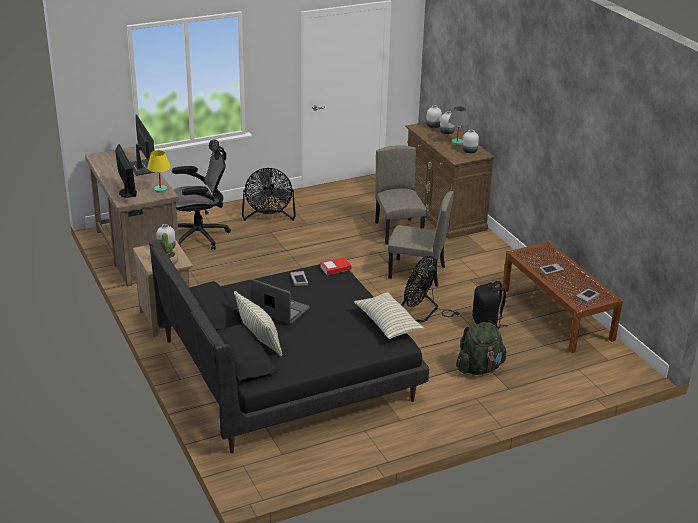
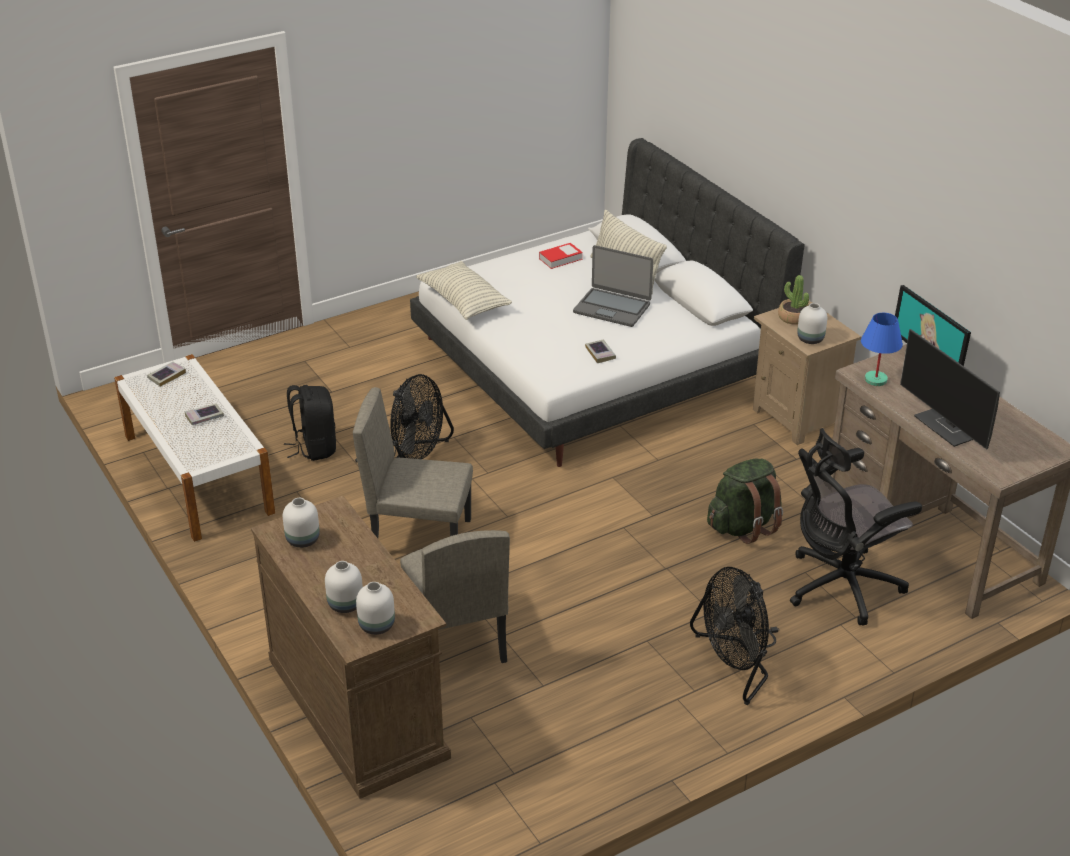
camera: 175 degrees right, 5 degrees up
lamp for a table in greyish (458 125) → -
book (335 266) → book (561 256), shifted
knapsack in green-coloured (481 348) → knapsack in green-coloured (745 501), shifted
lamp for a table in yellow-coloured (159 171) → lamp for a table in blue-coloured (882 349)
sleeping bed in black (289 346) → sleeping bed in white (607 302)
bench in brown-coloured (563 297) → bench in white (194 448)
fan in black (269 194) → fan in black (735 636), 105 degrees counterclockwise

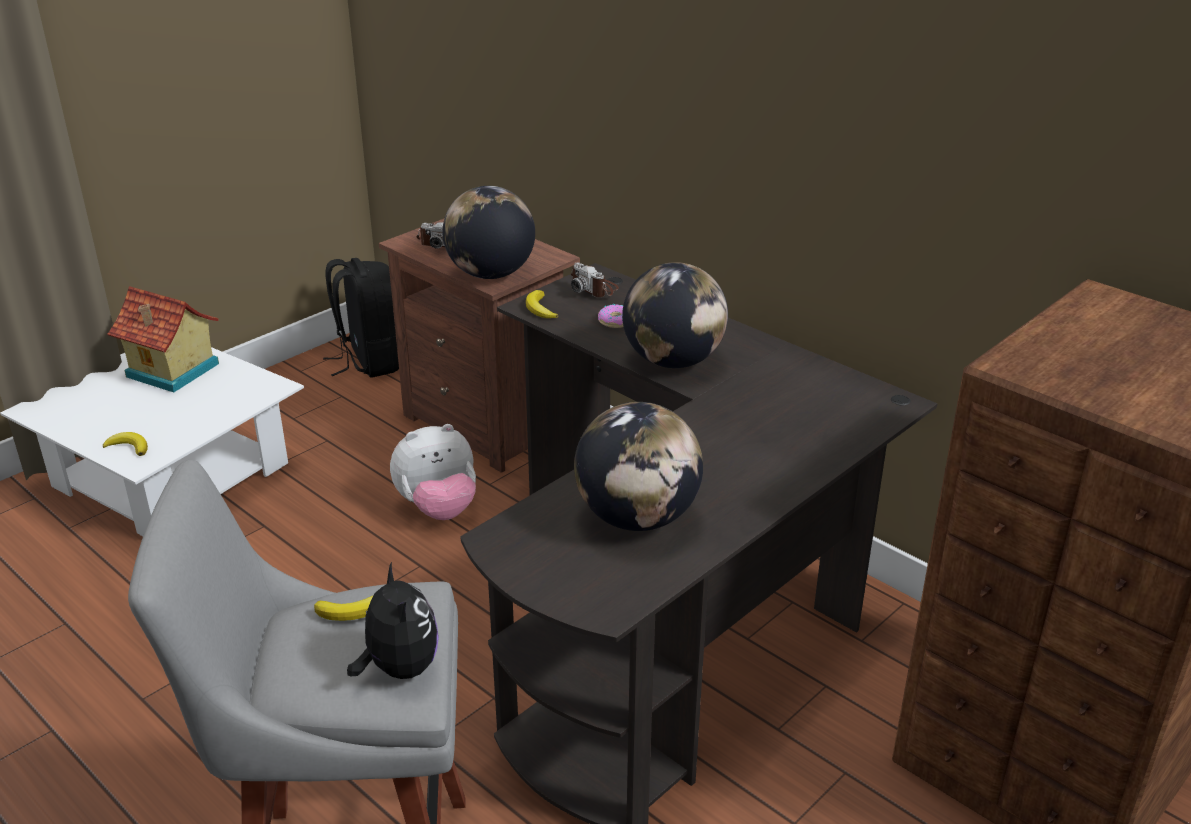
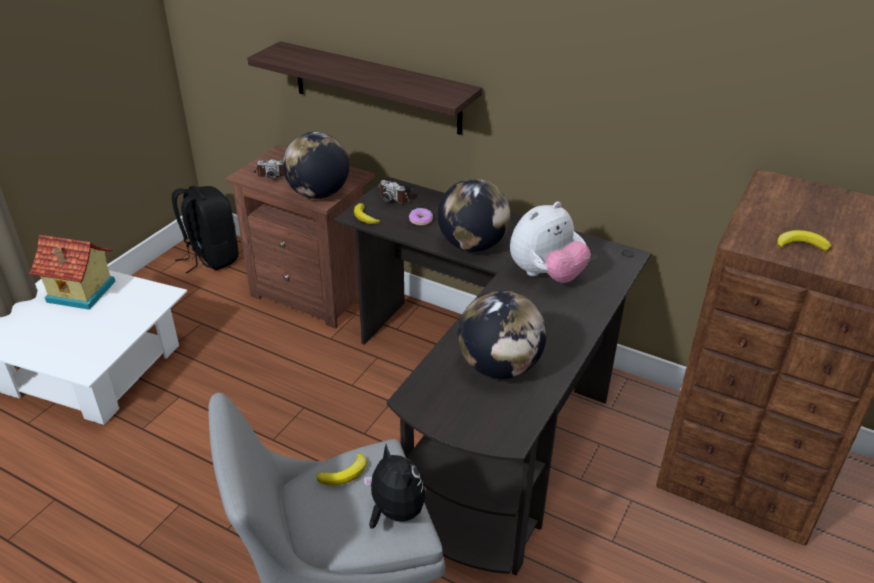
camera: 15 degrees left, 5 degrees up
- → shelf (364 88)
banana fruit (125 444) → banana fruit (804 240), shifted
cuddly toy (433 472) → cuddly toy (550 242), shifted

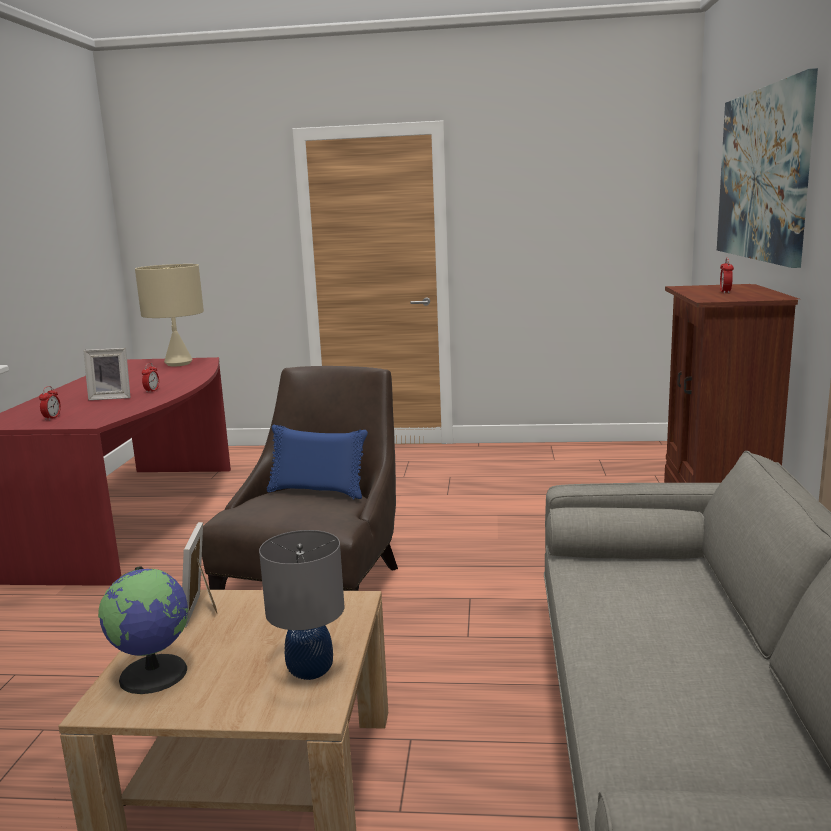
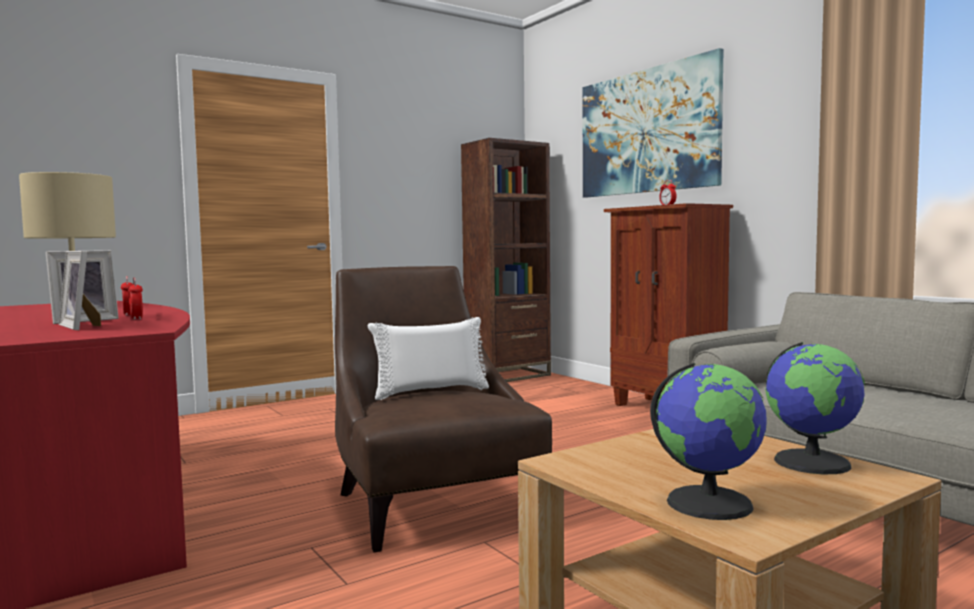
camera: 40 degrees left, 10 degrees down
- → bookcase in brown-coloured (506 260)
alarm clock (50 403) → alarm clock (135 299), shifted
picture frame (199 574) → picture frame (80 290), shifted
lamp for a table in greyish (301 605) → desk globe (815 408)
pillow in blue-coloured (317 462) → pillow in white (428 358)

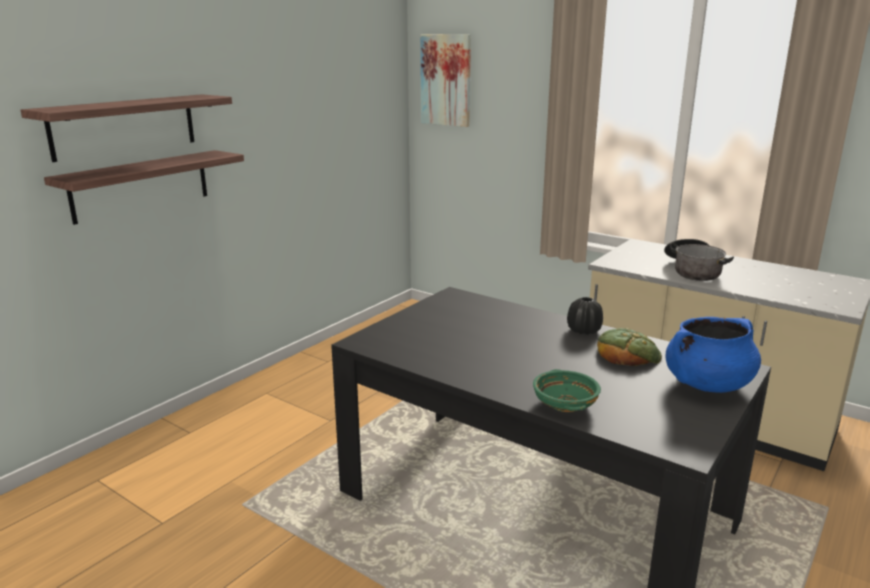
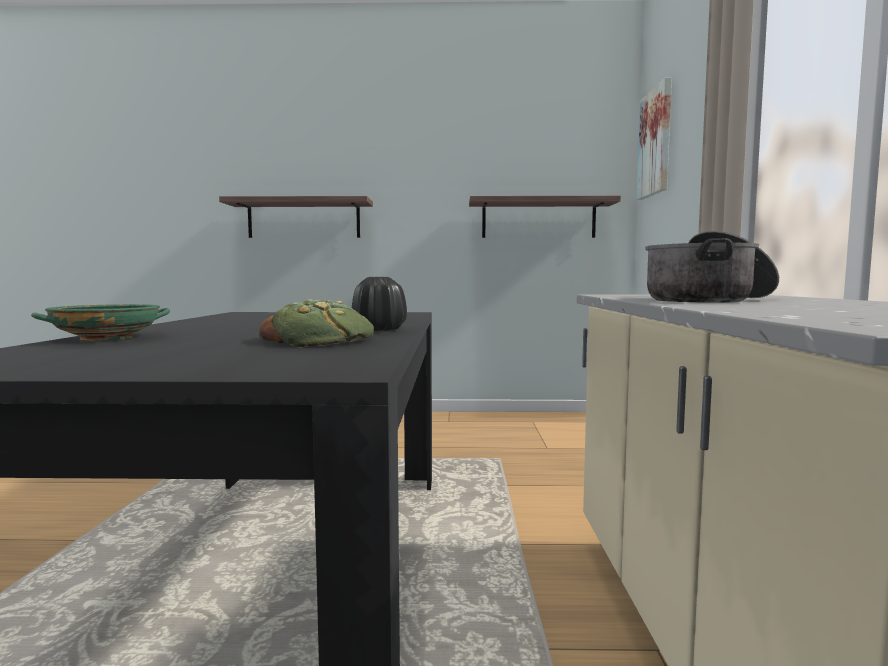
camera: 55 degrees right, 15 degrees down
saucepot in blue-coloured (713 355) → -
shelf (126 128) → shelf (545 217), shifted

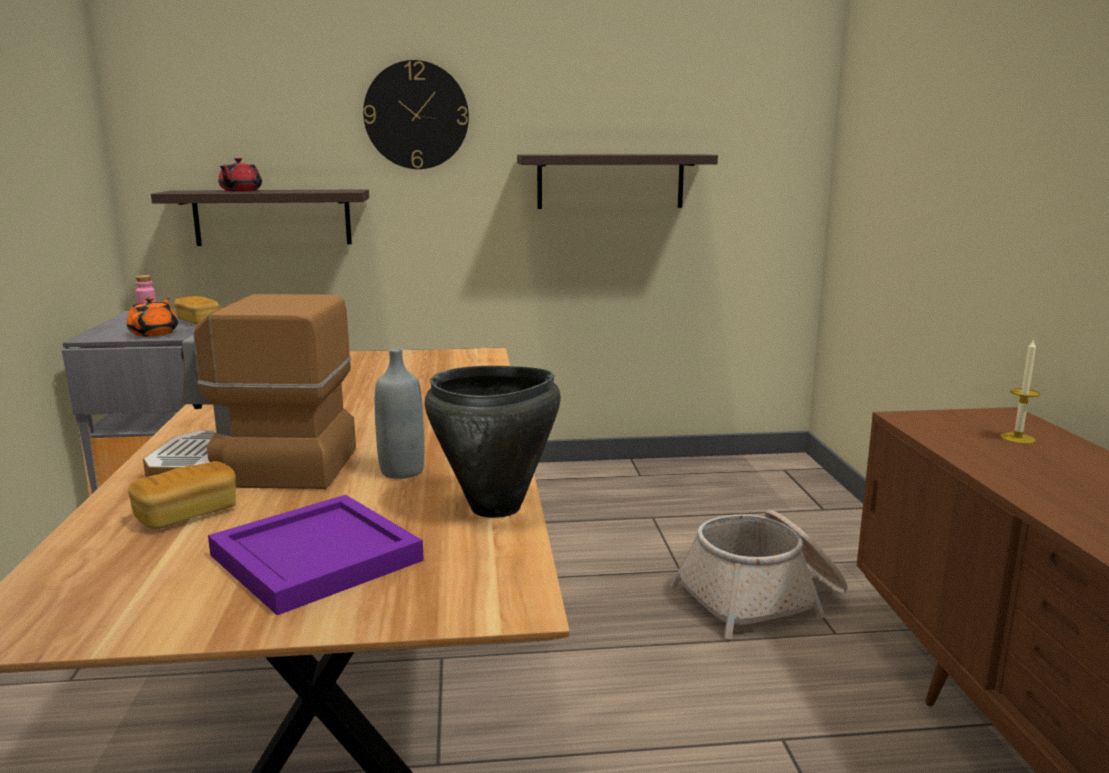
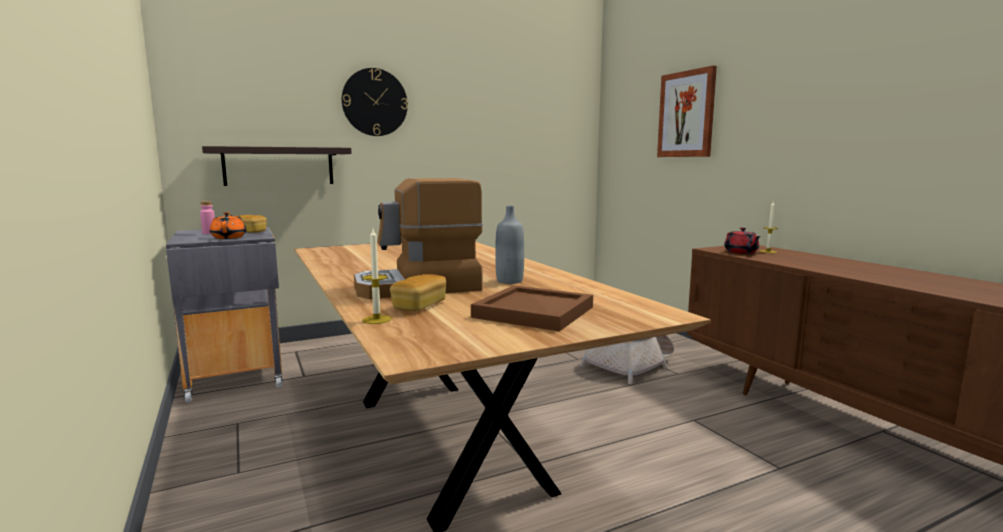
camera: 20 degrees left, 5 degrees down
saucepot in black (493 442) → -
shelf (617 181) → -
- → candle (377 276)
- → wall art (687 111)
teapot in reddish (240 175) → teapot in reddish (742 240), shifted
tray in purplish (316 555) → tray in brown-coloured (532 308)

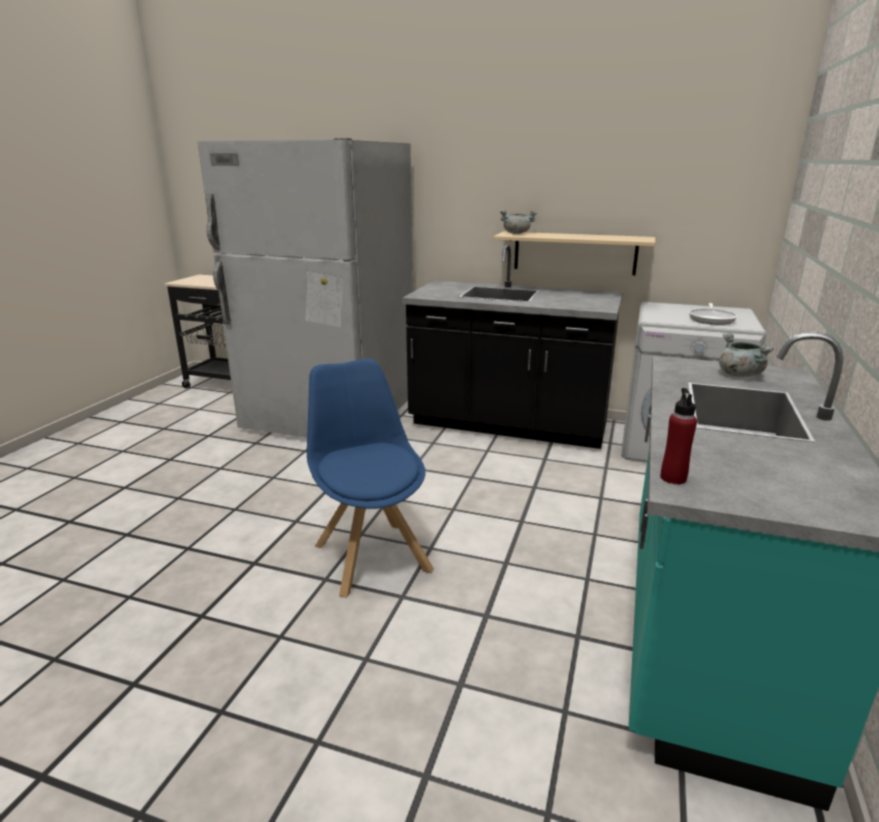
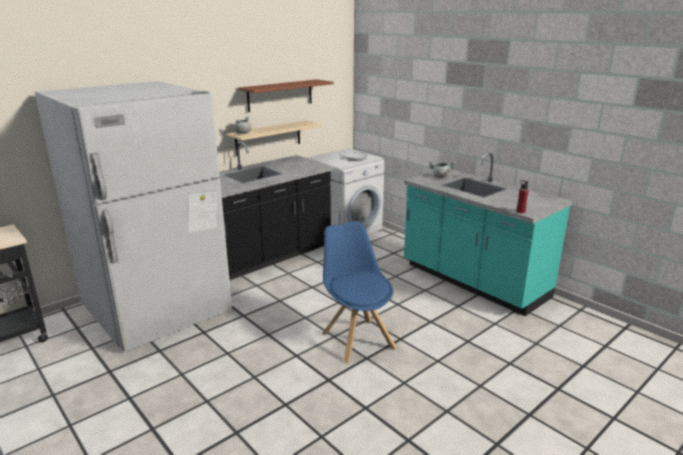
camera: 60 degrees left, 0 degrees up
- → shelf in brown-coloured (286 95)
chair in blue-coloured (370 478) → chair in blue-coloured (359 292), 60 degrees clockwise

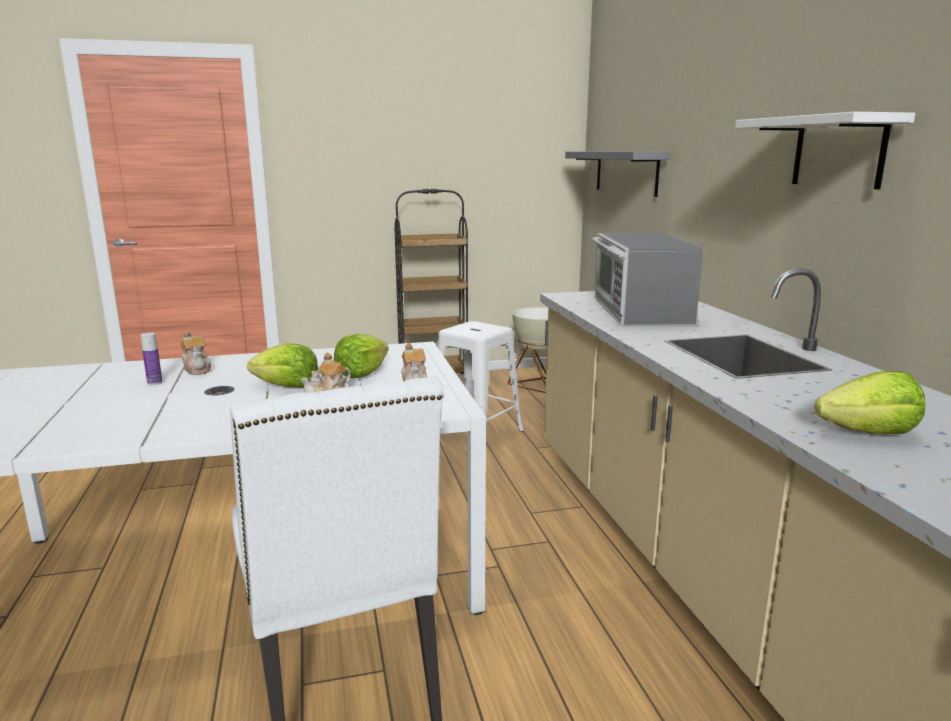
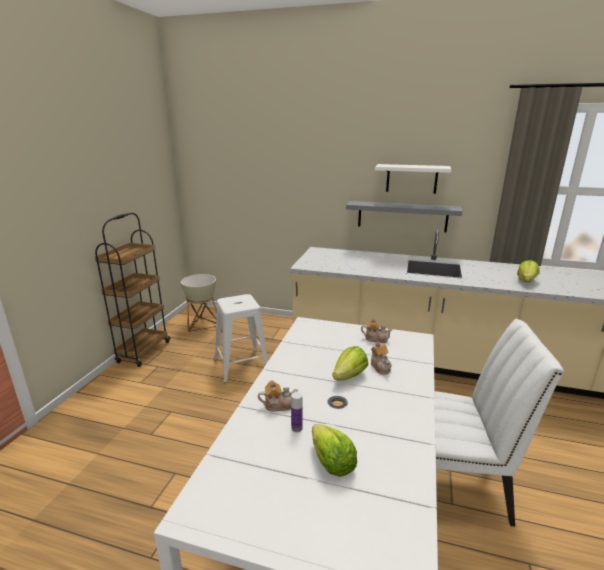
camera: 60 degrees left, 5 degrees up
kitchen microwave (647 279) → -
lettuce (361 356) → lettuce (334 450), shifted
shelf in greyish (617 174) → shelf in greyish (404 216), shifted

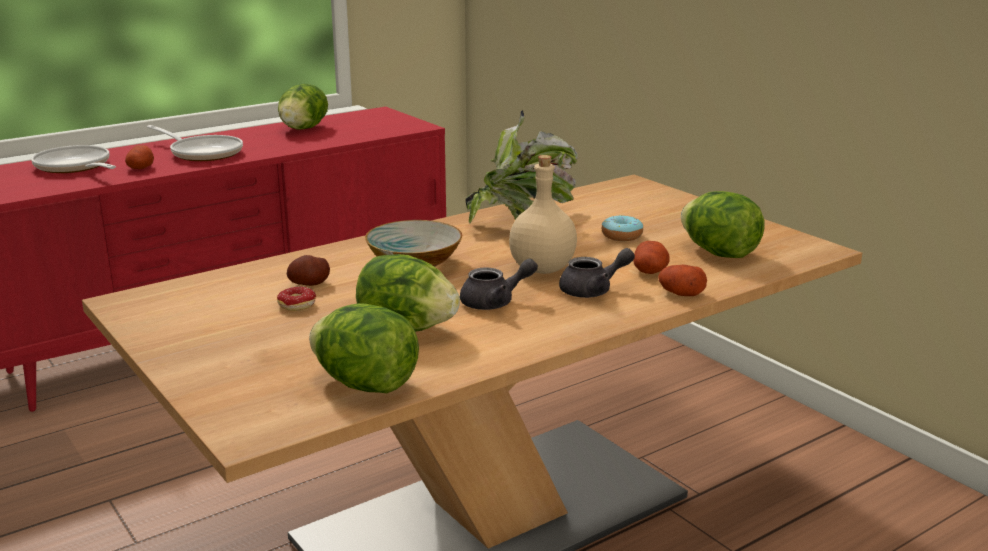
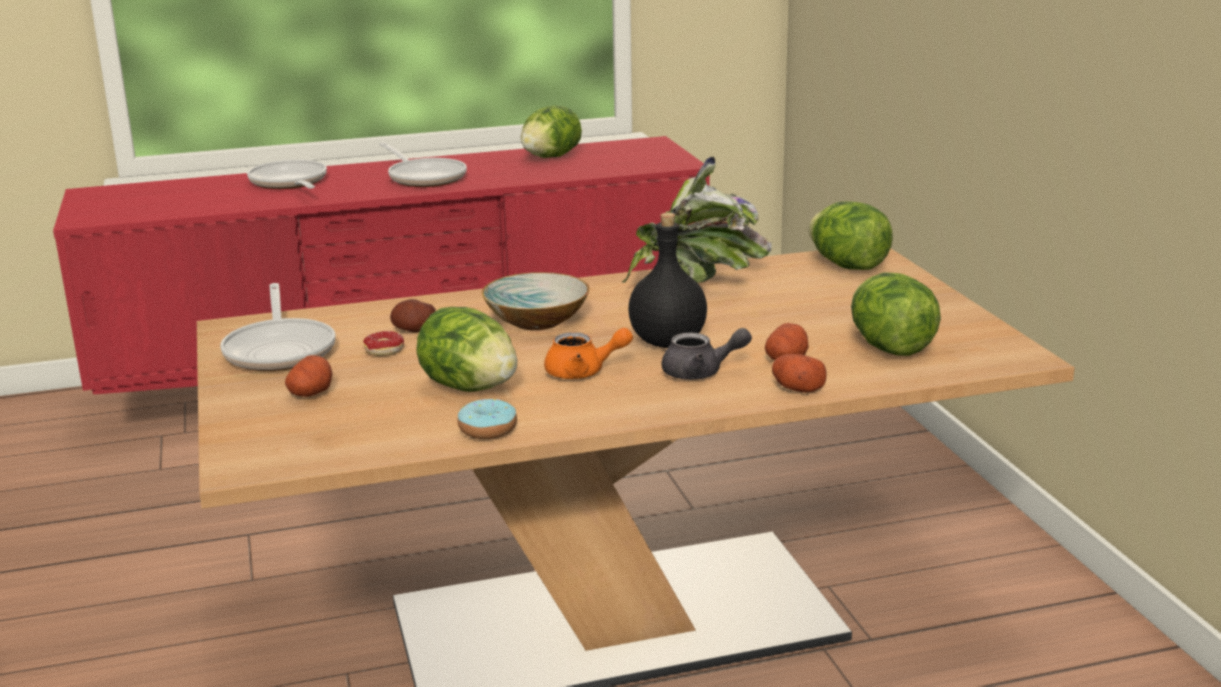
camera: 20 degrees right, 0 degrees up
- → skillet (278 327)
whole potato (139 157) → whole potato (309 376), shifted
lettuce (364 348) → lettuce (851 236), shifted
doughnut (622 228) → doughnut (487 419), shifted
teapot in greyish (499 284) → teapot in orangey (588 353)
bottle in sand-coloured (543 214) → bottle in black (667 280)

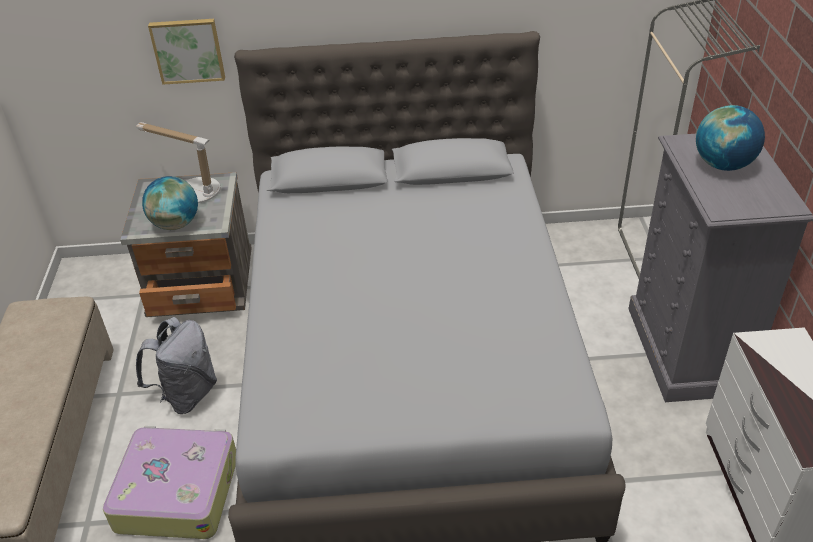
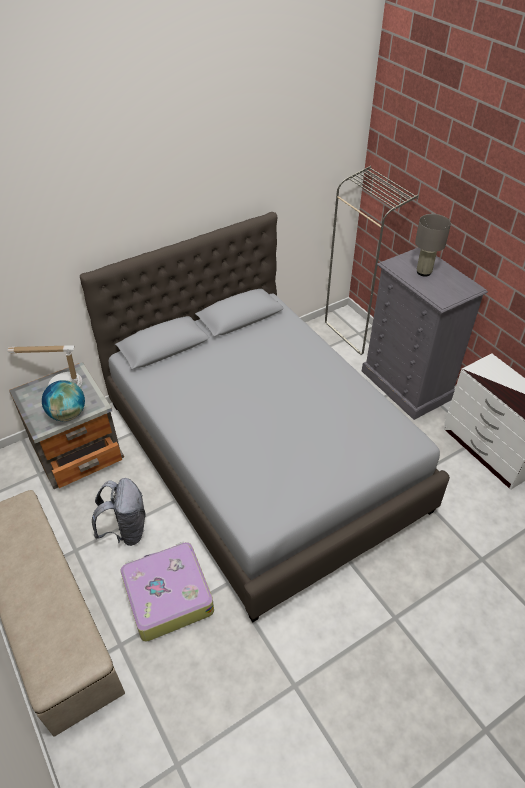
camera: 30 degrees left, 5 degrees up
wall art (186 52) → -
desk globe (730 138) → lamp for a table in greyish (433 245)

